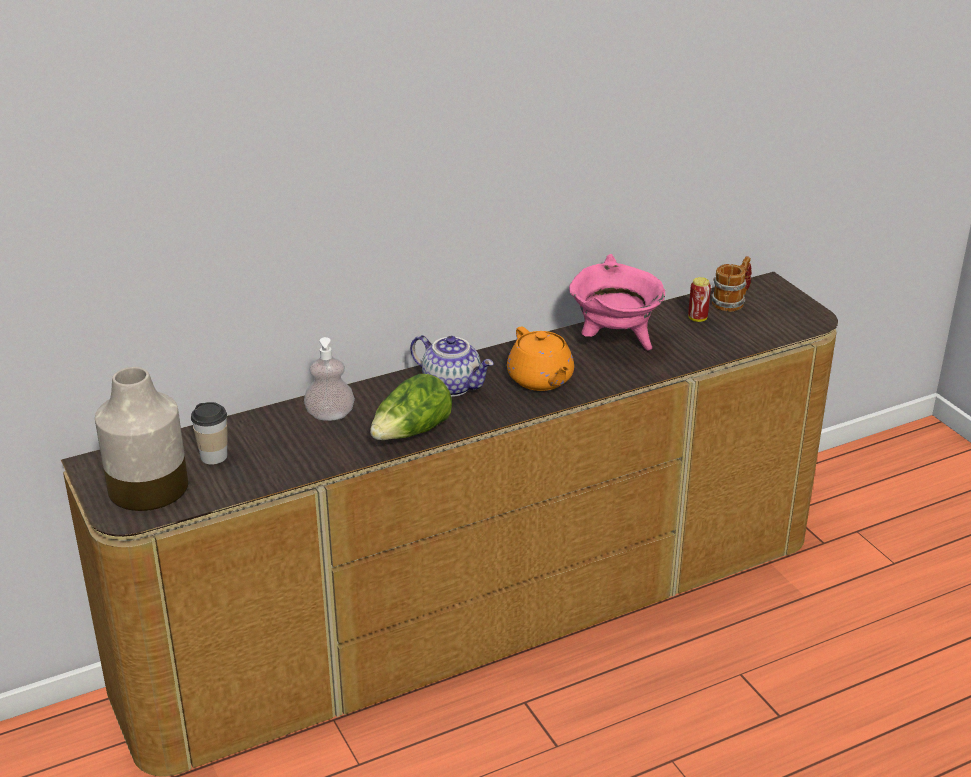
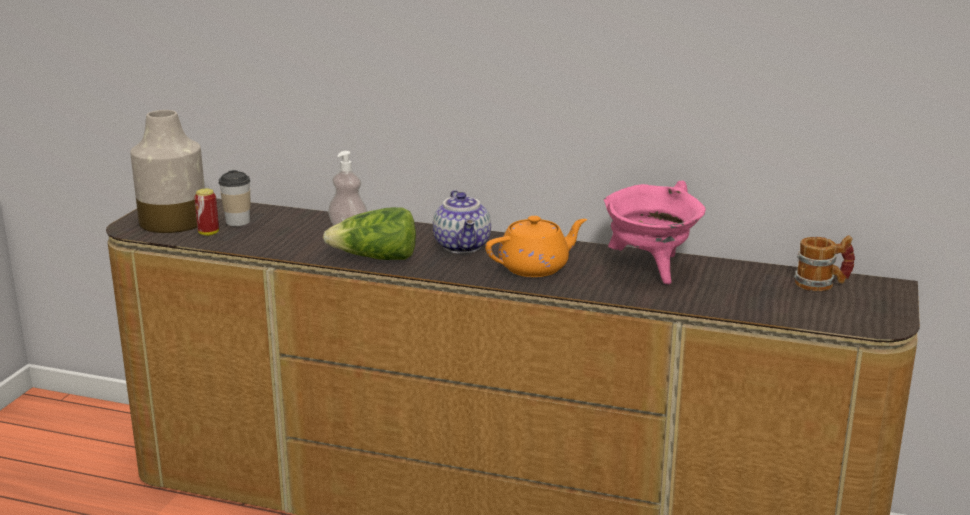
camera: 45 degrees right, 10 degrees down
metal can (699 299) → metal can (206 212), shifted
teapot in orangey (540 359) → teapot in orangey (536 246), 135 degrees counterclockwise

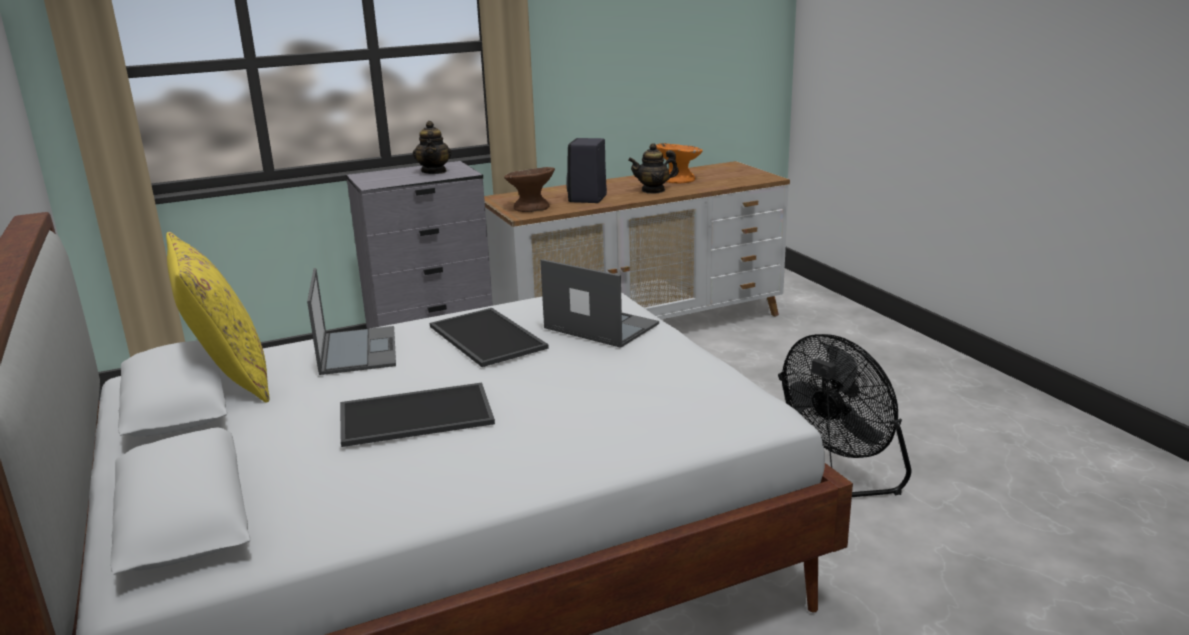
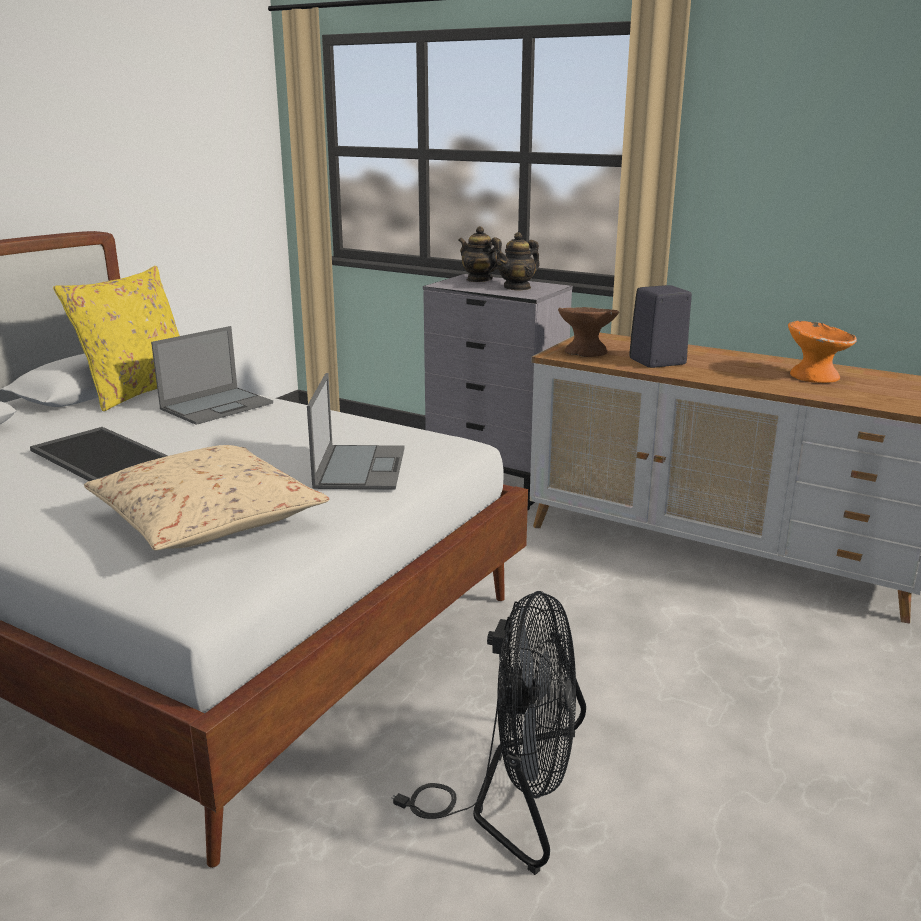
camera: 55 degrees right, 0 degrees up
tray (489 337) → -
- → pillow in sand-coloured (207 498)
teapot (653 168) → teapot (480 254), shifted

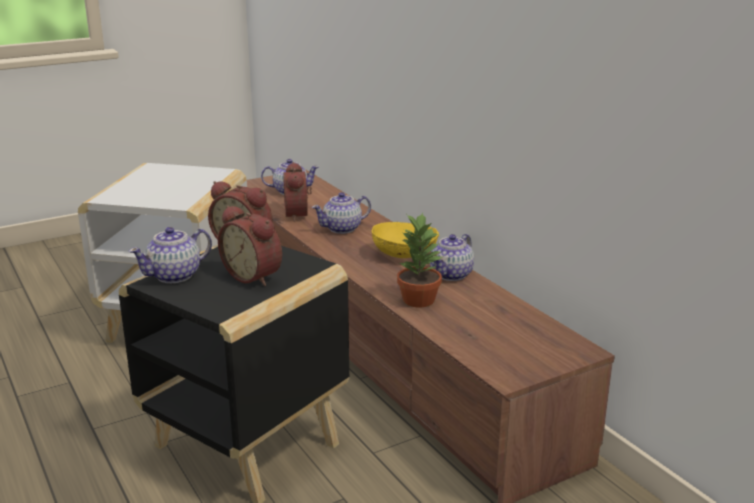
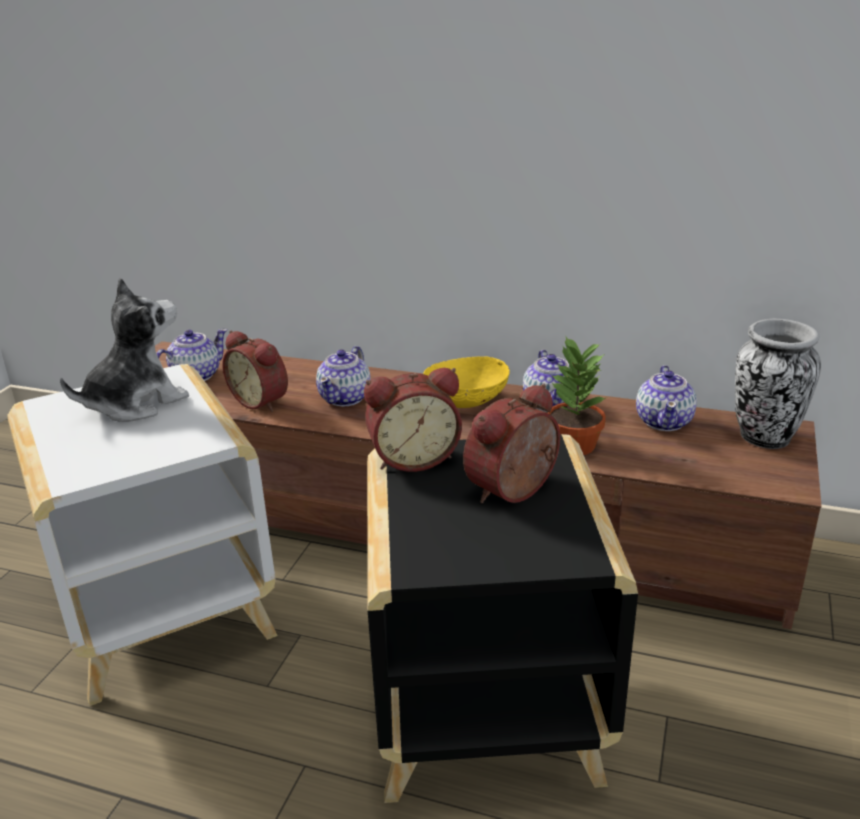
camera: 40 degrees left, 5 degrees up
- → cuddly toy (124 350)
- → flower vase (778 384)
teapot (170 255) → teapot (666 398), shifted
alarm clock (250 245) → alarm clock (511 443), 135 degrees clockwise

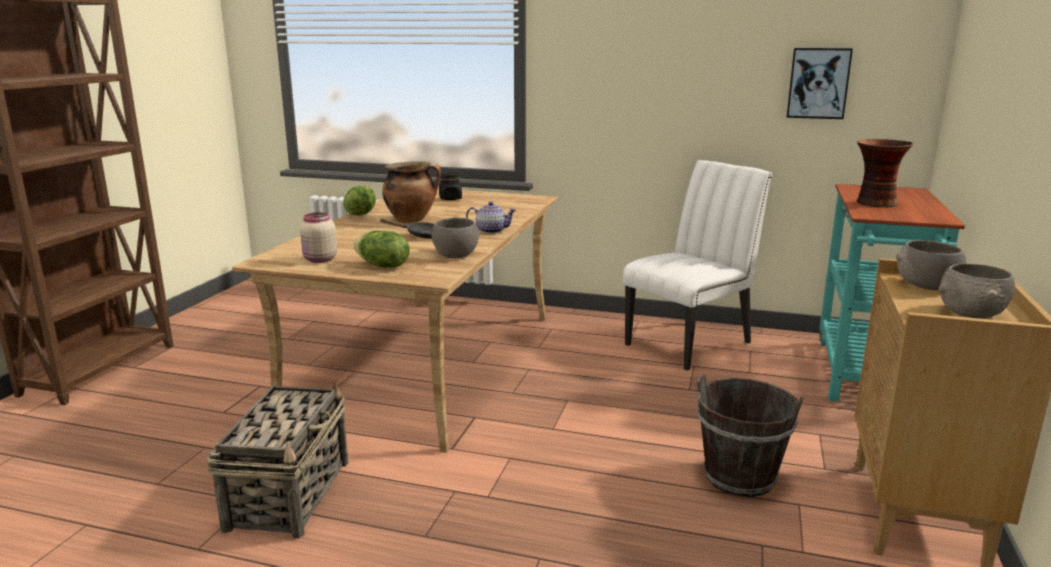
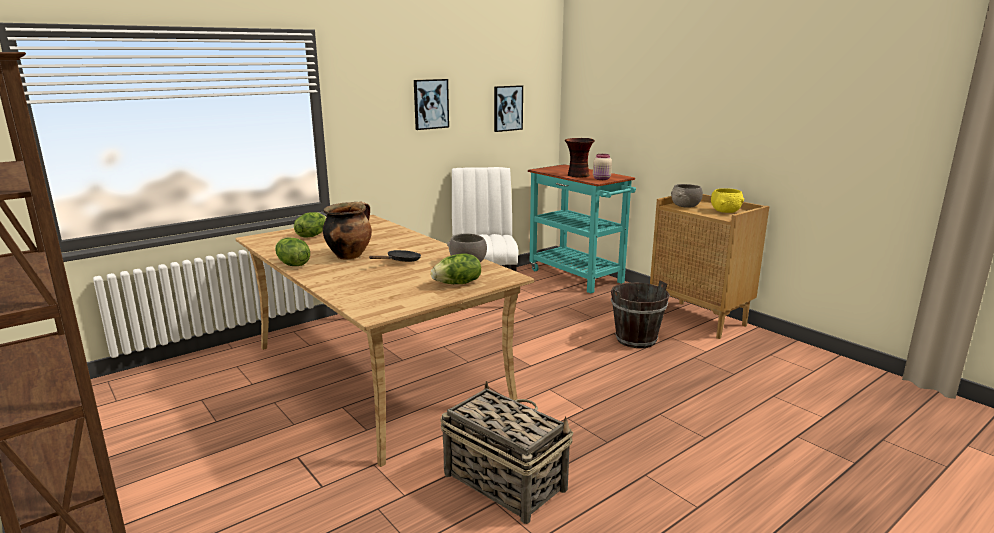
camera: 55 degrees left, 0 degrees up
teapot (491 217) → -
- → wall art (431 104)
preserve jar in sand-coloured (318 237) → preserve jar in sand-coloured (602 167), shifted
preserve jar in black (450 186) → lettuce (310 224)
deep dish in greyish (977 291) → deep dish in yellow-coloured (727 200)

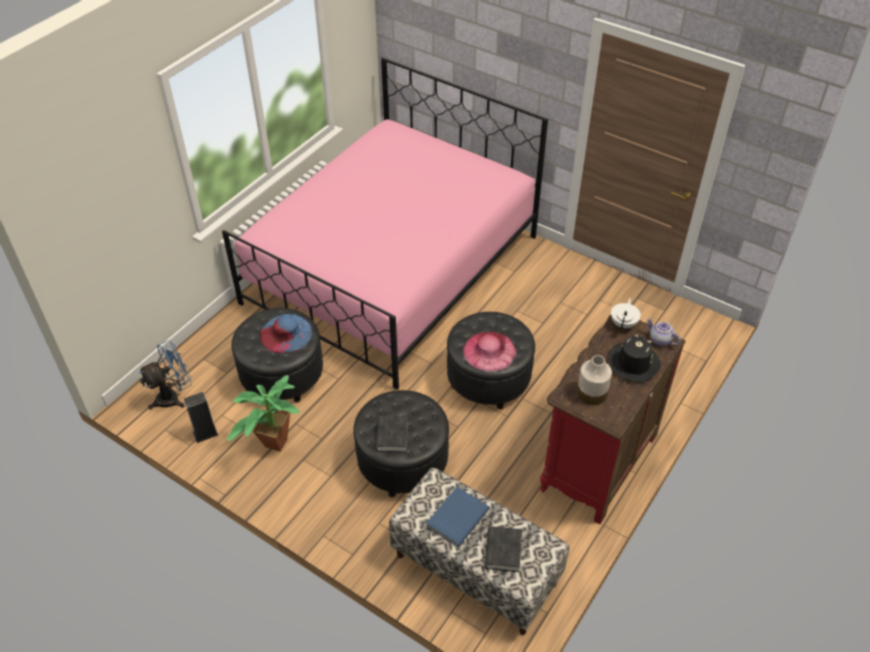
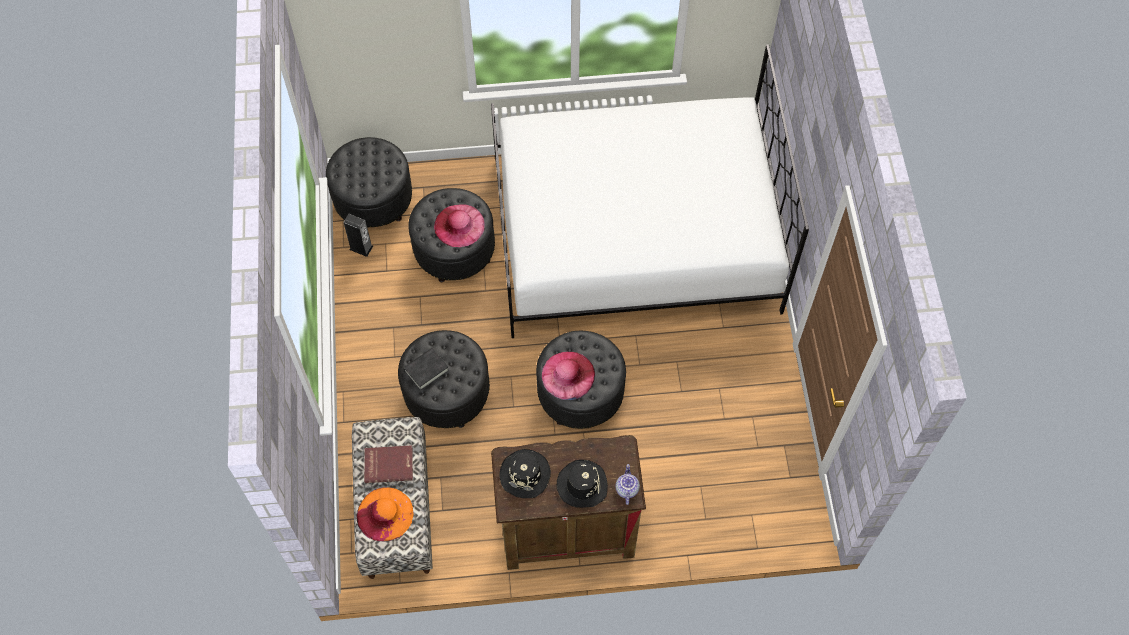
camera: 50 degrees right, 15 degrees up
houseplant (263 413) → -
teapot in white (626 314) → -
fan in blue-coloured (165 375) → pouffe in black (369 182)
book in black (503 549) → clothing hat in orangey (385 514)
flower vase in sand-coloured (594 380) → clothing hat in black (525 473)
sleeping bed in pink-coloured (385 224) → sleeping bed in white (650 191)
clothing hat in blue-coloured (286 333) → clothing hat in pink-coloured (459 225)
book in blue-coloured (457 517) → book in reddish (388 464)

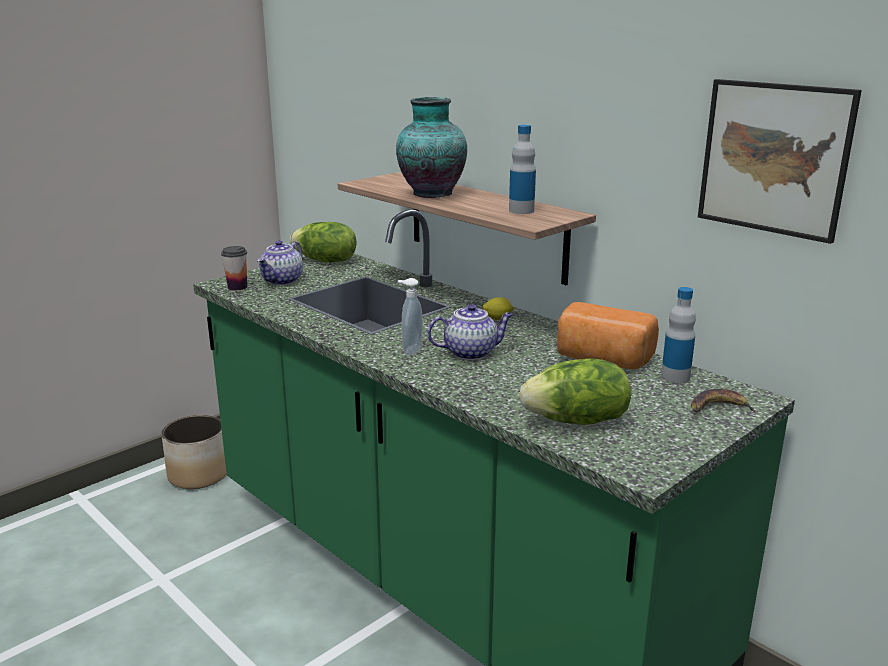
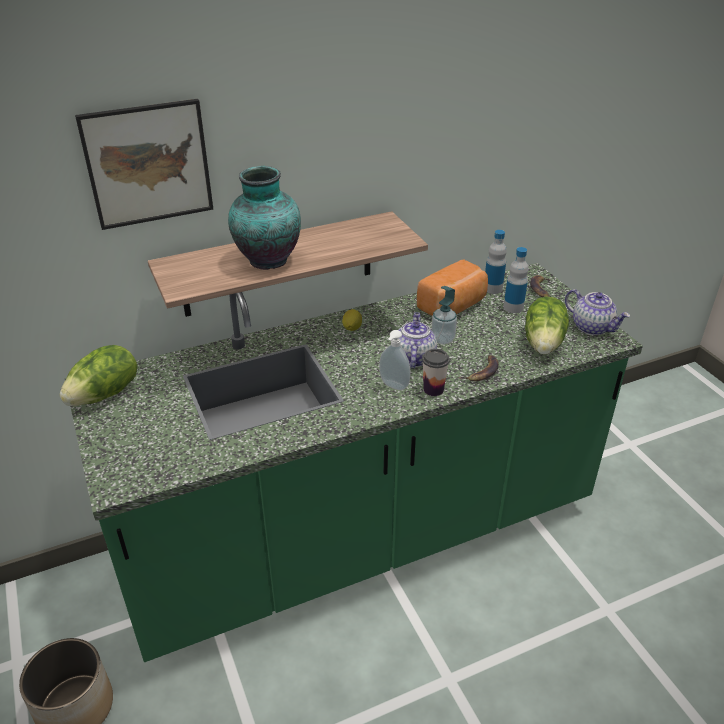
camera: 70 degrees left, 15 degrees up
- → soap bottle (444 315)
- → banana fruit (478 368)
cup (234 268) → cup (436 372), shifted
teapot (280 262) → teapot (597 312), shifted
bottle (522 169) → bottle (516 280), shifted
wall art (780 161) → wall art (144 164), shifted

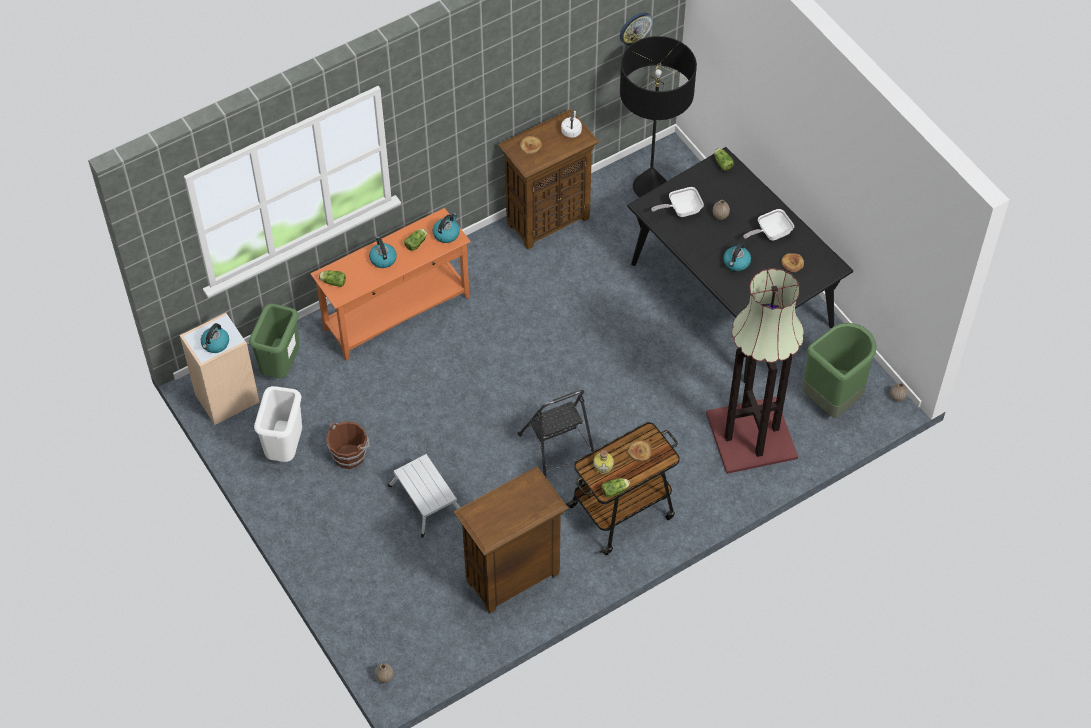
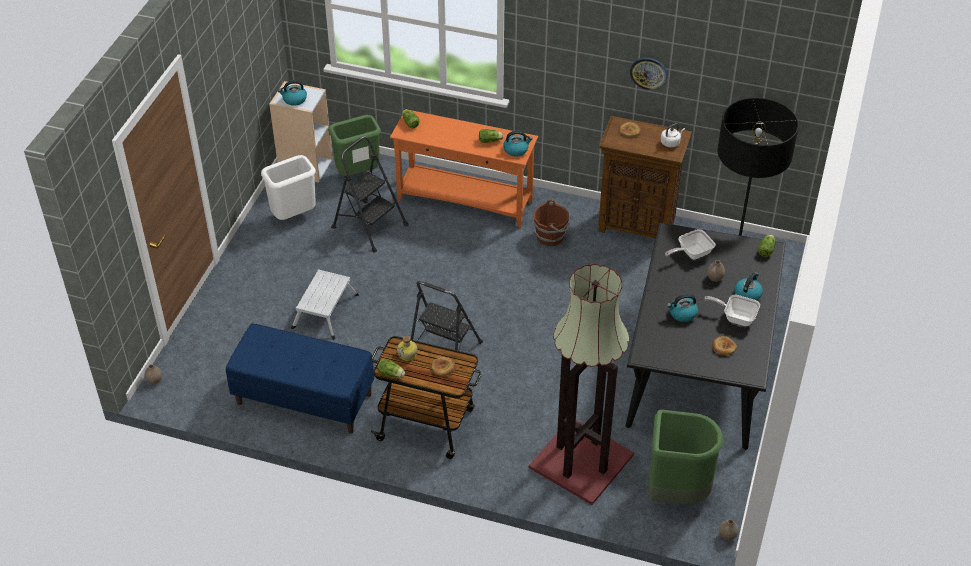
camera: 50 degrees right, 10 degrees down
- → stepladder in black (370 194)
water bucket in brown-coloured (348 445) → water bucket in brown-coloured (552 223), shifted
tea kettle (383 252) → tea kettle (748 286), shifted
hanging clock (637 28) → hanging clock (648 74), shifted
cabinet in brown-coloured (511 540) → bench in blue-coloured (300 379)
skillet (677 202) → skillet (690 244), 60 degrees counterclockwise

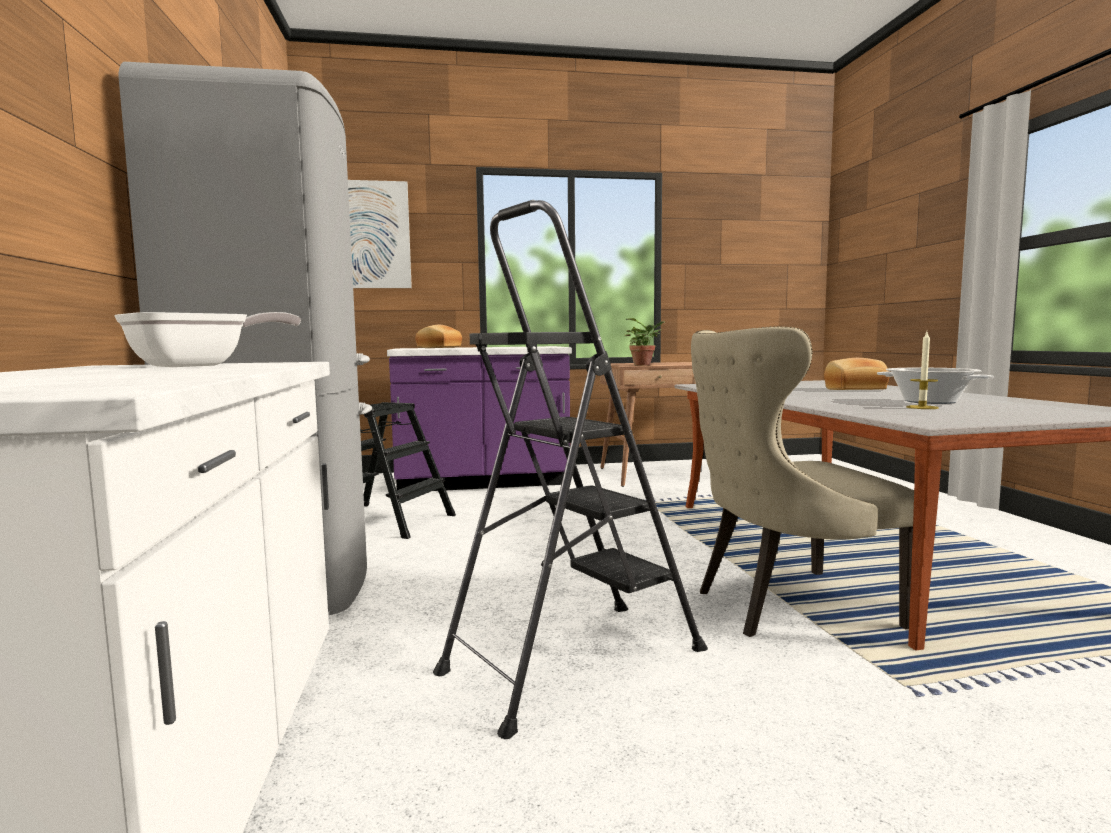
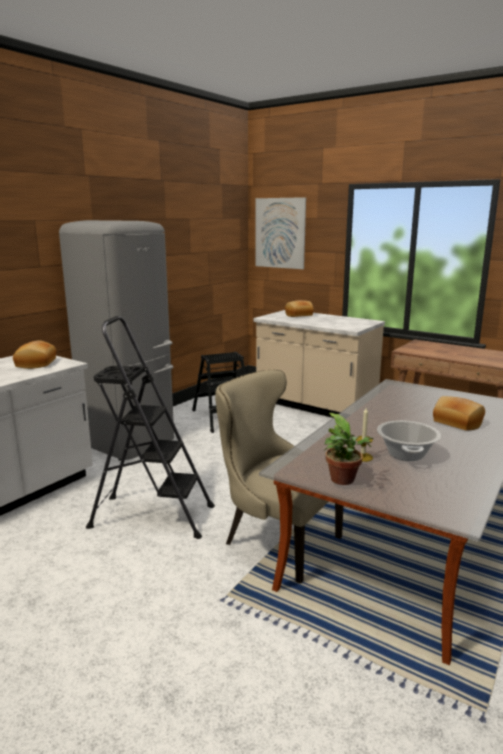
camera: 45 degrees right, 10 degrees up
houseplant (645 341) → houseplant (348 449), shifted
skillet (207 339) → baked bread (34 354)
kitchen counter in purplish (479 418) → kitchen counter in sand-coloured (319 364)

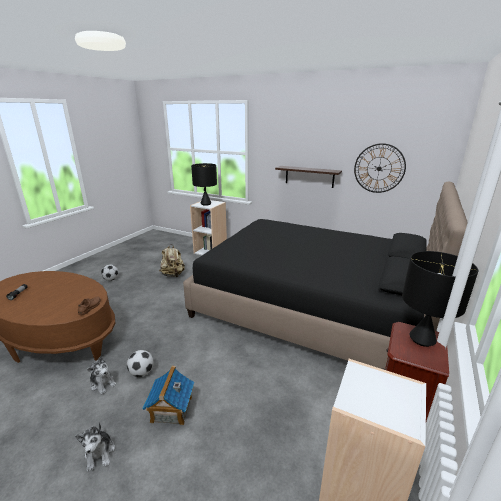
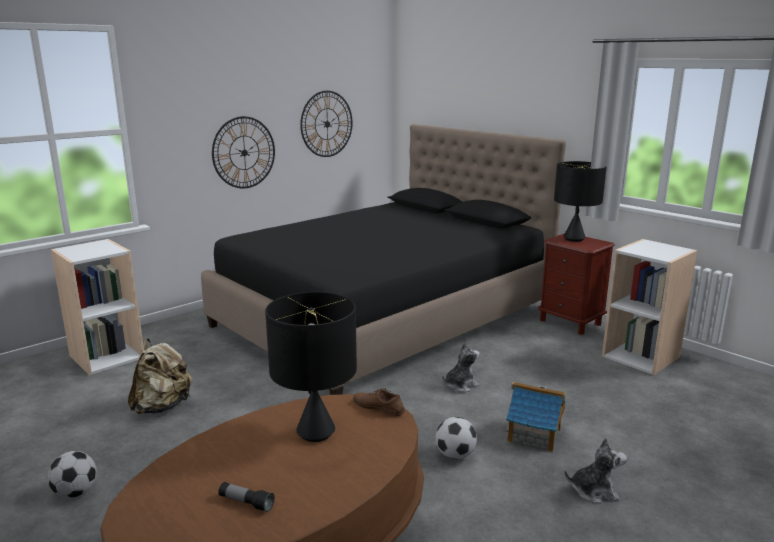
camera: 70 degrees left, 5 degrees down
cuddly toy (102 376) → cuddly toy (461 367), shifted
lamp for a table in black (204 184) → lamp for a table in black (311 367), shifted
shelf (308 177) → hanging clock (243 152)

